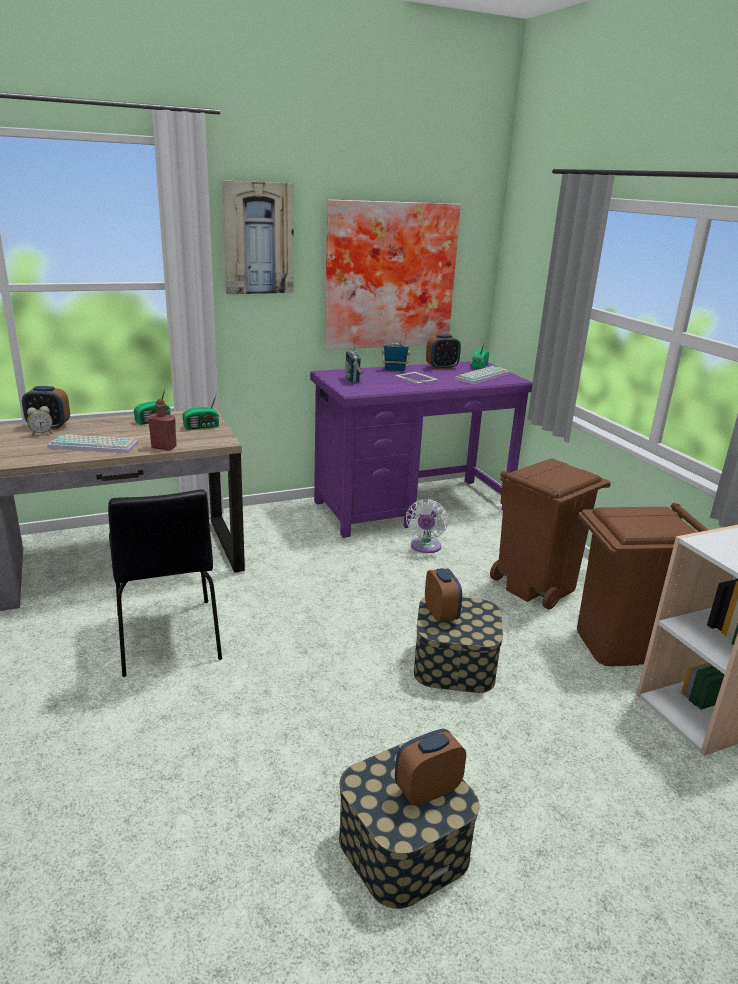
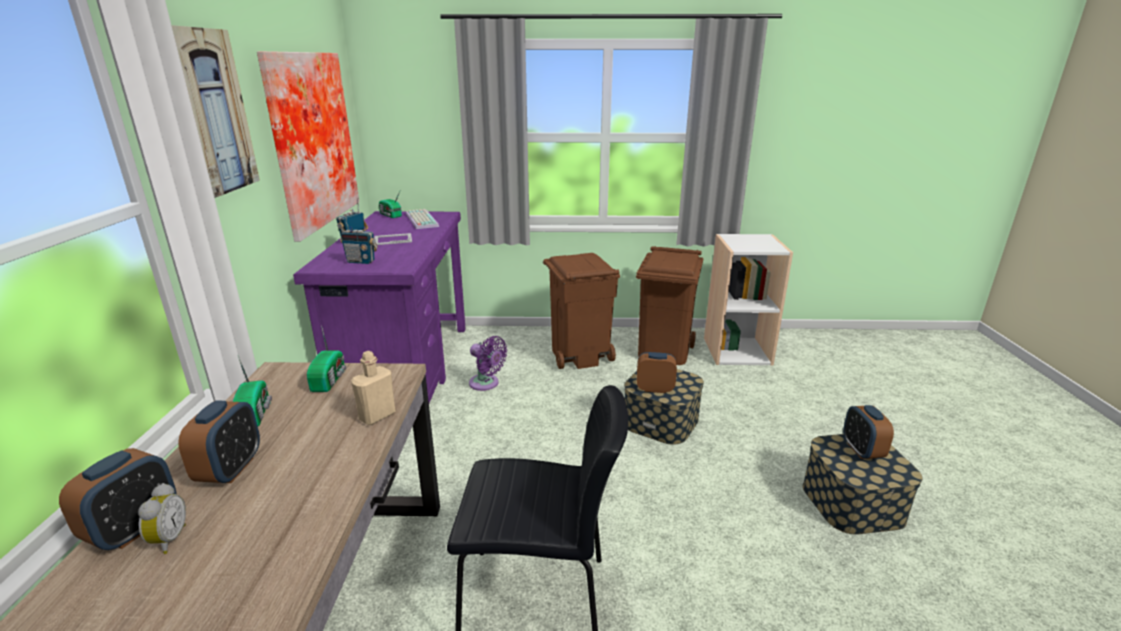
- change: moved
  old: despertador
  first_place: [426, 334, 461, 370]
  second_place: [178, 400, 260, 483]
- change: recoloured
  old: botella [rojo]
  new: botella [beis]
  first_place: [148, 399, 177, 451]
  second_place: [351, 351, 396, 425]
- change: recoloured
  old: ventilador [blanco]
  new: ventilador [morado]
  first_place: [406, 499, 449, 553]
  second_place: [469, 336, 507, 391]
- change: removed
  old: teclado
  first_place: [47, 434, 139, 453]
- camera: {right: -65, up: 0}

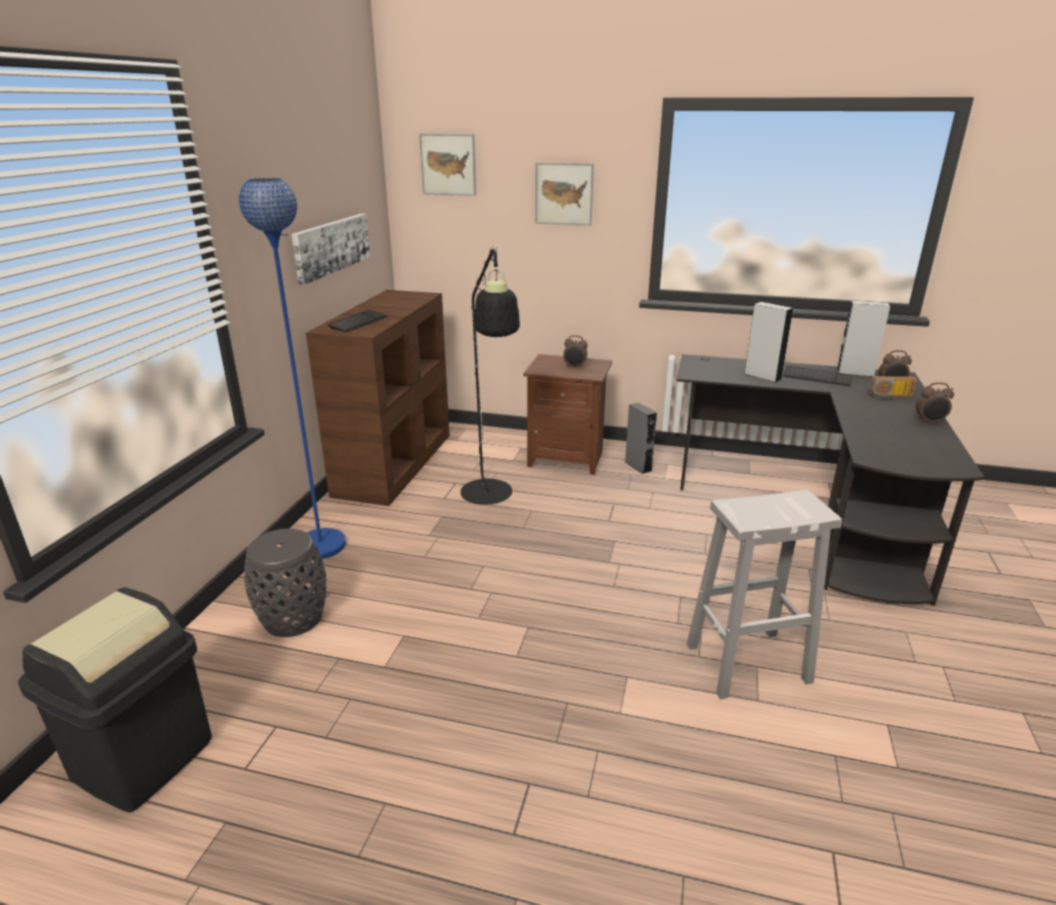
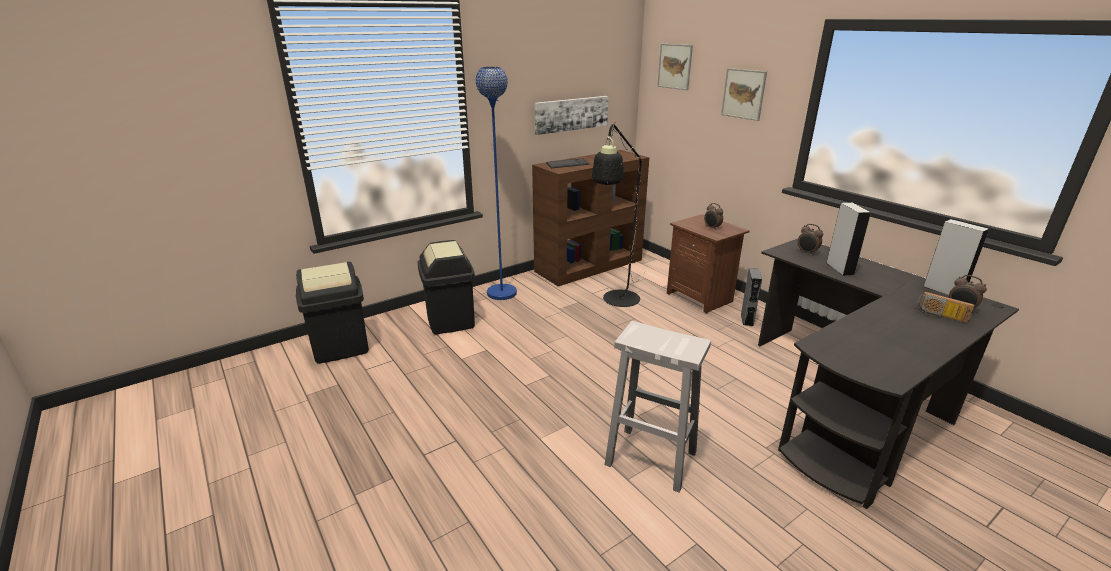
- change: replaced
  old: taburete [gris]
  new: papelera [negro]
  first_place: [244, 529, 326, 637]
  second_place: [417, 240, 475, 334]
- change: moved
  old: despertador
  first_place: [916, 382, 954, 424]
  second_place: [797, 224, 823, 255]
- change: removed
  old: teclado
  first_place: [783, 366, 853, 386]
- camera: {right: 40, up: 0}

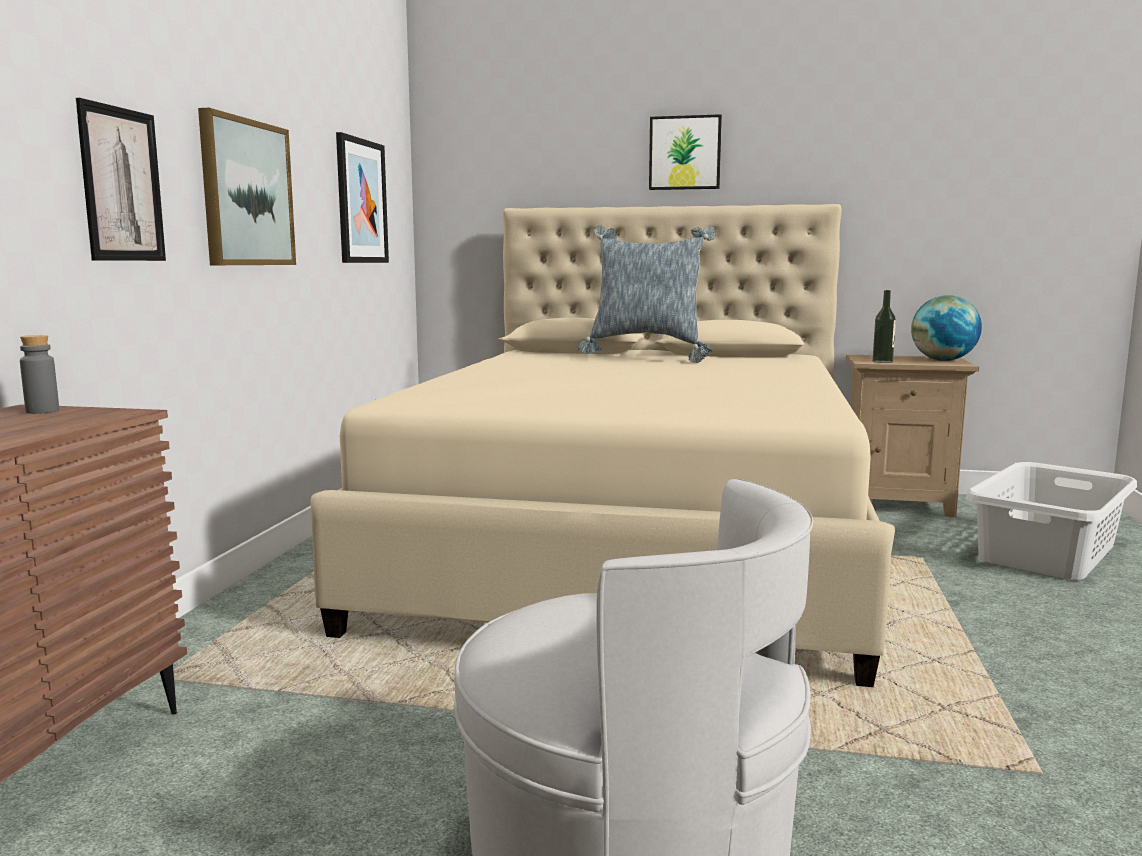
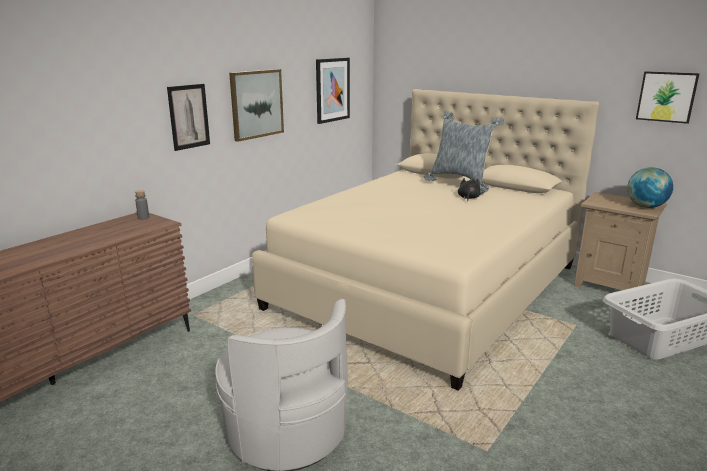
- change: added
  new: peluche [negro]
  second_place: [458, 178, 480, 202]
- change: moved
  old: cuadro
  first_place: [649, 114, 722, 190]
  second_place: [636, 71, 700, 124]
- change: removed
  old: botella
  first_place: [873, 290, 896, 363]
- camera: {right: 25, up: 10}

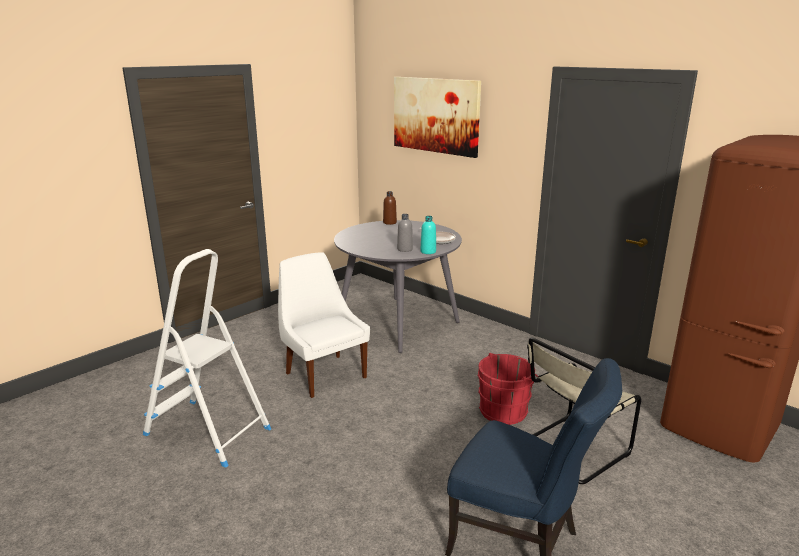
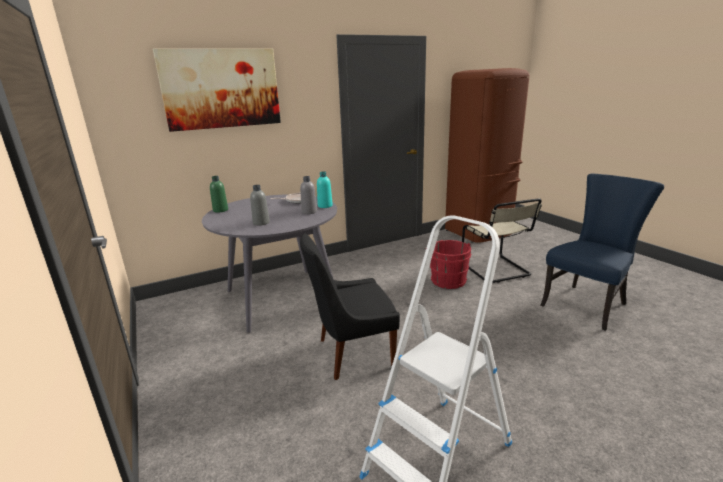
- change: recoloured
  old: botella [marrón]
  new: botella [verde]
  first_place: [383, 191, 397, 225]
  second_place: [210, 176, 228, 213]
- change: added
  new: botella [gris]
  second_place: [250, 185, 270, 225]
- change: recoloured
  old: silla [blanco]
  new: silla [negro]
  first_place: [278, 252, 370, 398]
  second_place: [300, 233, 400, 380]
- camera: {right: -70, up: 0}

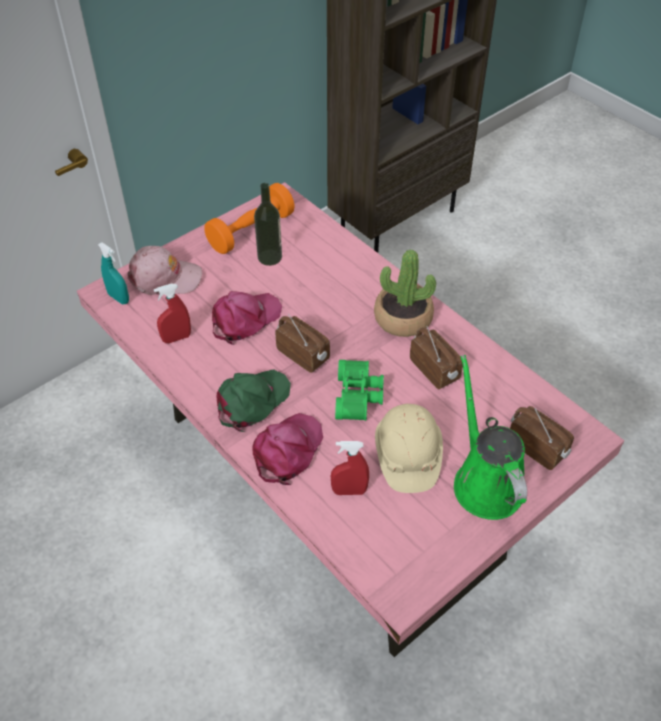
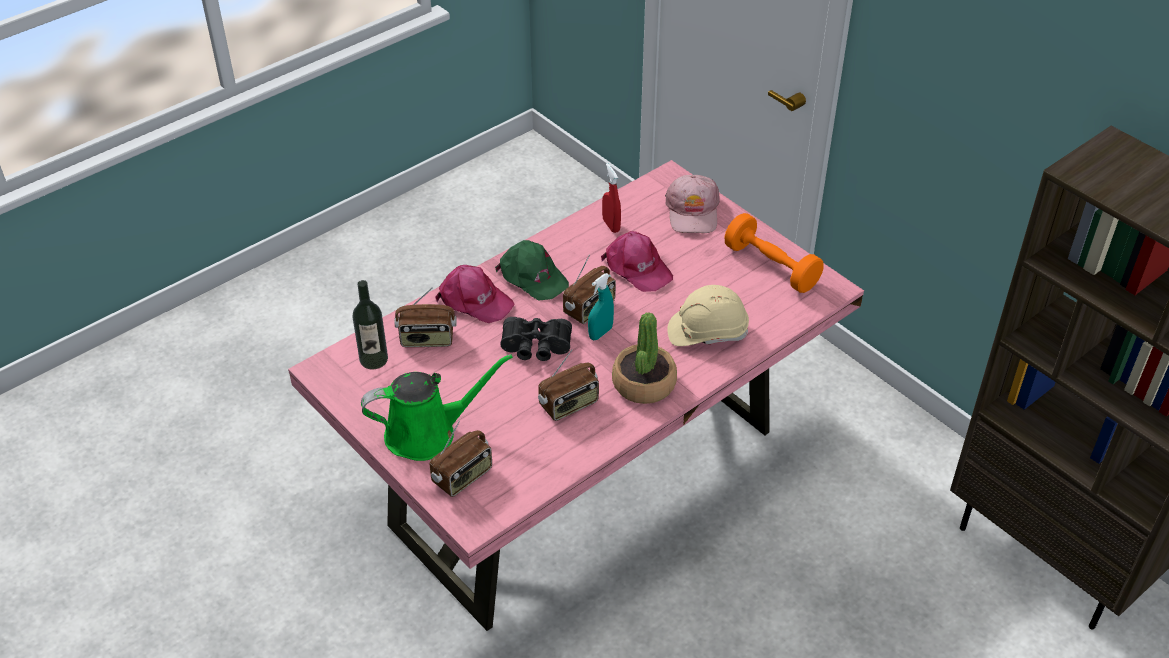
- change: moved
  old: botella
  first_place: [254, 183, 282, 266]
  second_place: [353, 280, 388, 370]
- change: replaced
  old: pulverizador [rojo]
  new: radio
  first_place: [331, 441, 369, 495]
  second_place: [394, 287, 457, 347]
- change: recoloured
  old: prismáticos [verde]
  new: prismáticos [negro]
  first_place: [335, 360, 384, 421]
  second_place: [500, 317, 572, 361]
- change: moved
  old: pulverizador [turquesa]
  first_place: [98, 242, 129, 304]
  second_place: [588, 273, 614, 340]
- change: moved
  old: casco [beis]
  first_place: [375, 404, 443, 493]
  second_place: [667, 285, 749, 346]
- camera: {right: 90, up: -5}

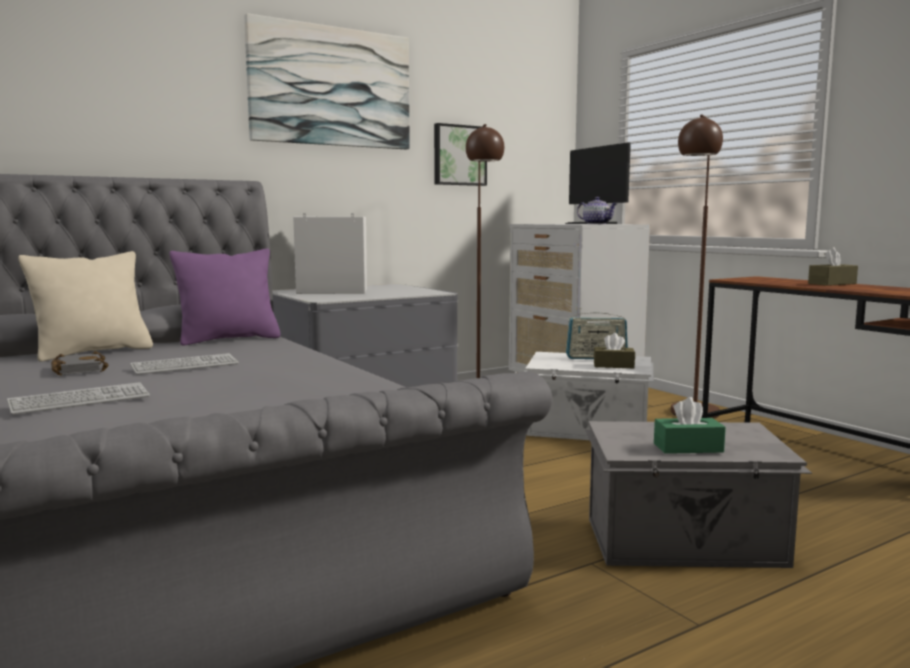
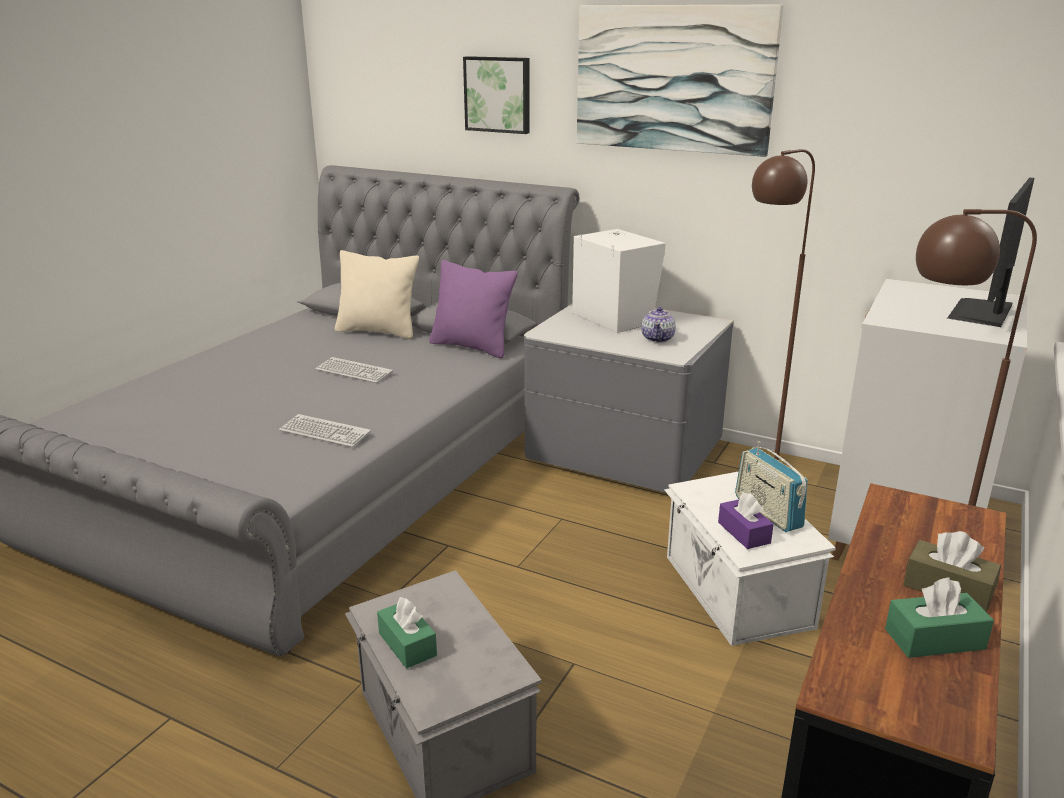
- change: moved
  old: teclado
  first_place: [7, 382, 150, 415]
  second_place: [279, 414, 371, 447]
- change: moved
  old: cuadro
  first_place: [434, 123, 487, 186]
  second_place: [463, 56, 530, 134]
- change: moved
  old: tetera
  first_place: [577, 197, 618, 224]
  second_place: [641, 307, 676, 343]
- change: recoloured
  old: caja de pañuelos [marrón]
  new: caja de pañuelos [morado]
  first_place: [594, 333, 635, 368]
  second_place: [718, 492, 774, 549]
- change: added
  new: caja de pañuelos [verde]
  second_place: [885, 577, 994, 658]
- change: removed
  old: libro [gris]
  first_place: [51, 351, 108, 376]
- camera: {right: 60, up: 15}

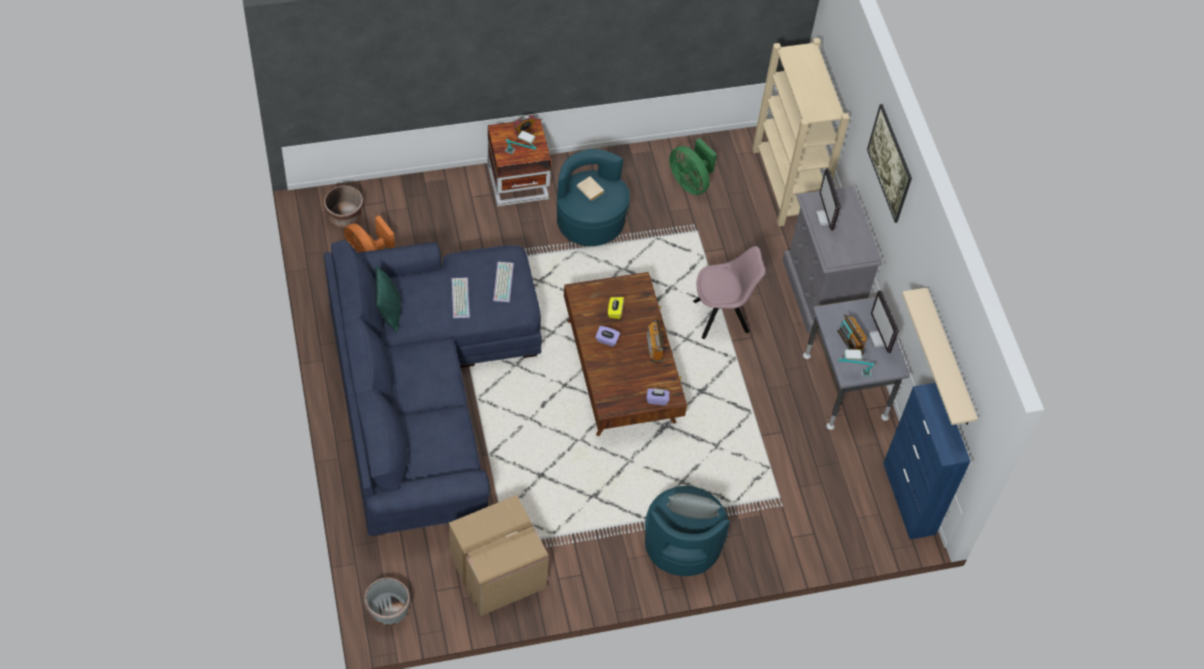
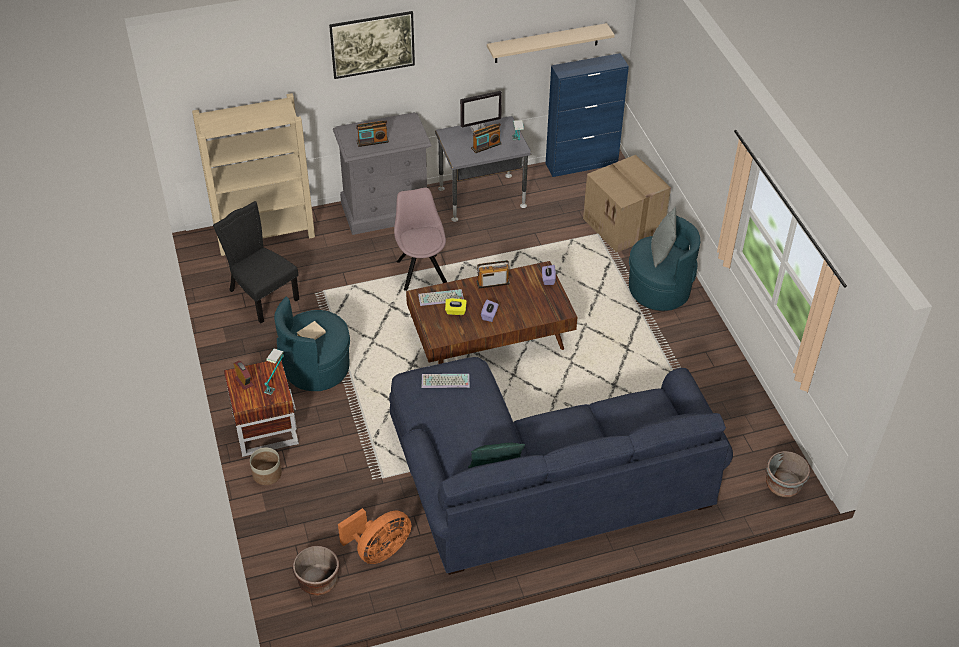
- change: replaced
  old: ventilador [verde]
  new: silla [negro]
  first_place: [669, 138, 717, 195]
  second_place: [213, 201, 299, 324]
- change: added
  new: maceta
  second_place: [250, 448, 282, 485]
- change: replaced
  old: monitor
  new: radio
  first_place: [816, 168, 841, 231]
  second_place: [356, 121, 389, 147]
- change: moved
  old: teclado
  first_place: [451, 278, 470, 318]
  second_place: [418, 289, 464, 306]
- change: moved
  old: caja de cartón
  first_place: [449, 495, 549, 616]
  second_place: [583, 155, 671, 253]
- camera: {right: -90, up: -10}

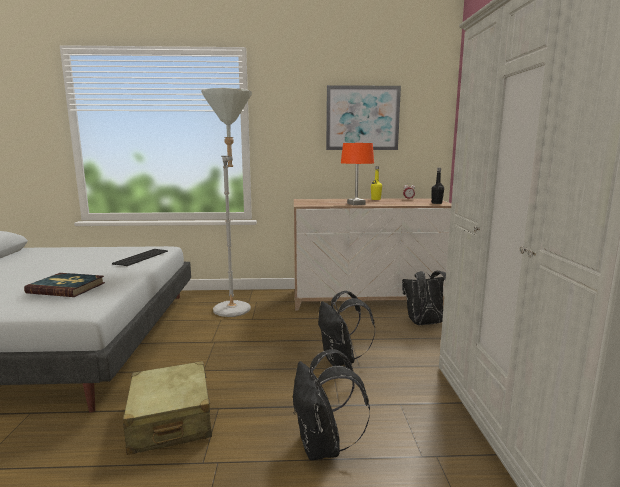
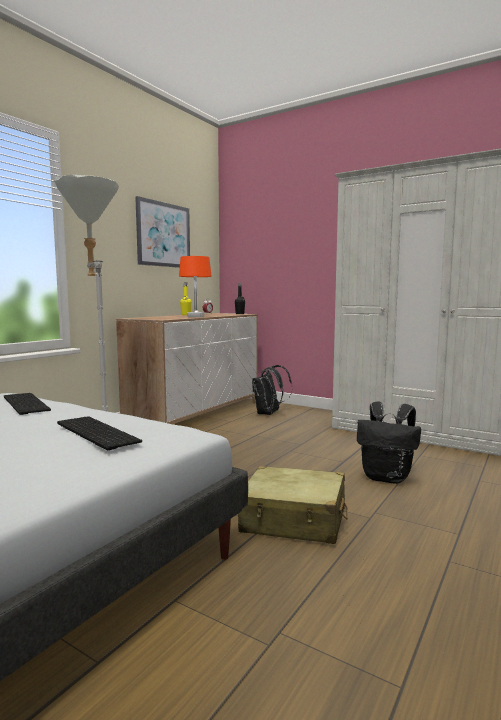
- change: replaced
  old: libro
  new: teclado
  first_place: [24, 273, 105, 297]
  second_place: [57, 416, 142, 450]
- change: removed
  old: mochila [negro]
  first_place: [318, 291, 375, 366]
- camera: {right: -55, up: -5}

